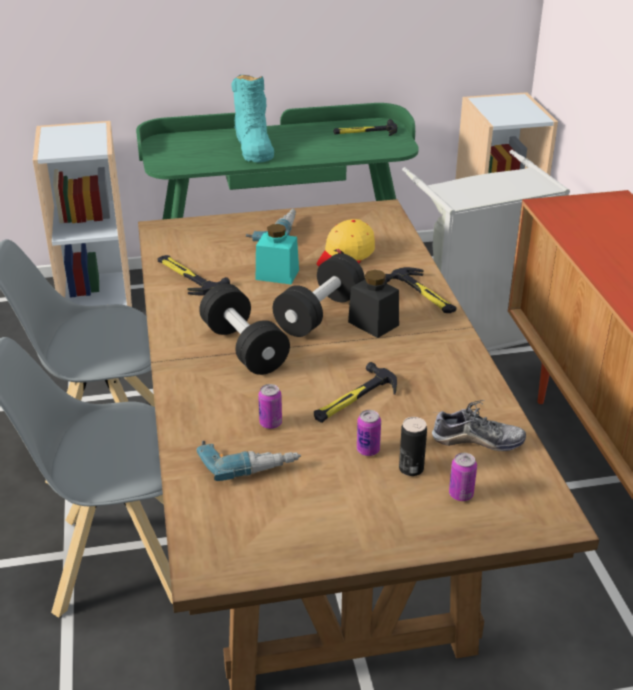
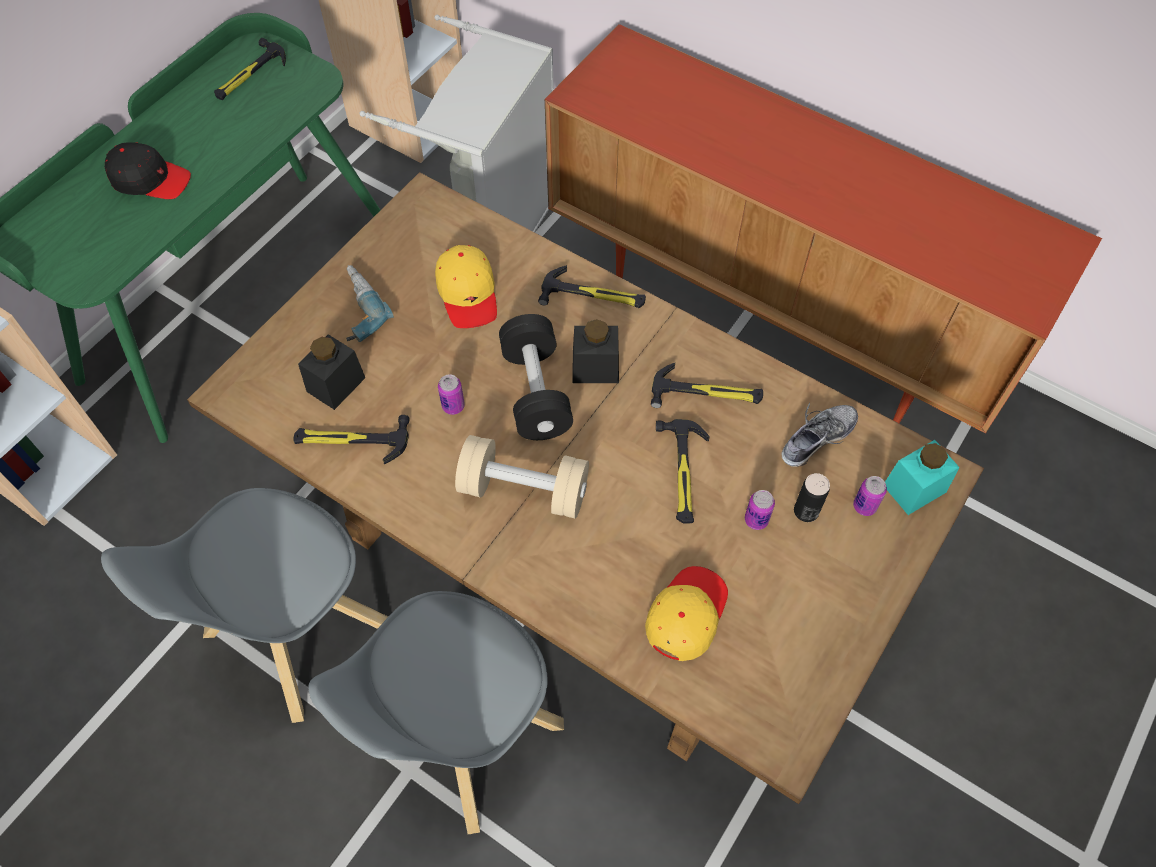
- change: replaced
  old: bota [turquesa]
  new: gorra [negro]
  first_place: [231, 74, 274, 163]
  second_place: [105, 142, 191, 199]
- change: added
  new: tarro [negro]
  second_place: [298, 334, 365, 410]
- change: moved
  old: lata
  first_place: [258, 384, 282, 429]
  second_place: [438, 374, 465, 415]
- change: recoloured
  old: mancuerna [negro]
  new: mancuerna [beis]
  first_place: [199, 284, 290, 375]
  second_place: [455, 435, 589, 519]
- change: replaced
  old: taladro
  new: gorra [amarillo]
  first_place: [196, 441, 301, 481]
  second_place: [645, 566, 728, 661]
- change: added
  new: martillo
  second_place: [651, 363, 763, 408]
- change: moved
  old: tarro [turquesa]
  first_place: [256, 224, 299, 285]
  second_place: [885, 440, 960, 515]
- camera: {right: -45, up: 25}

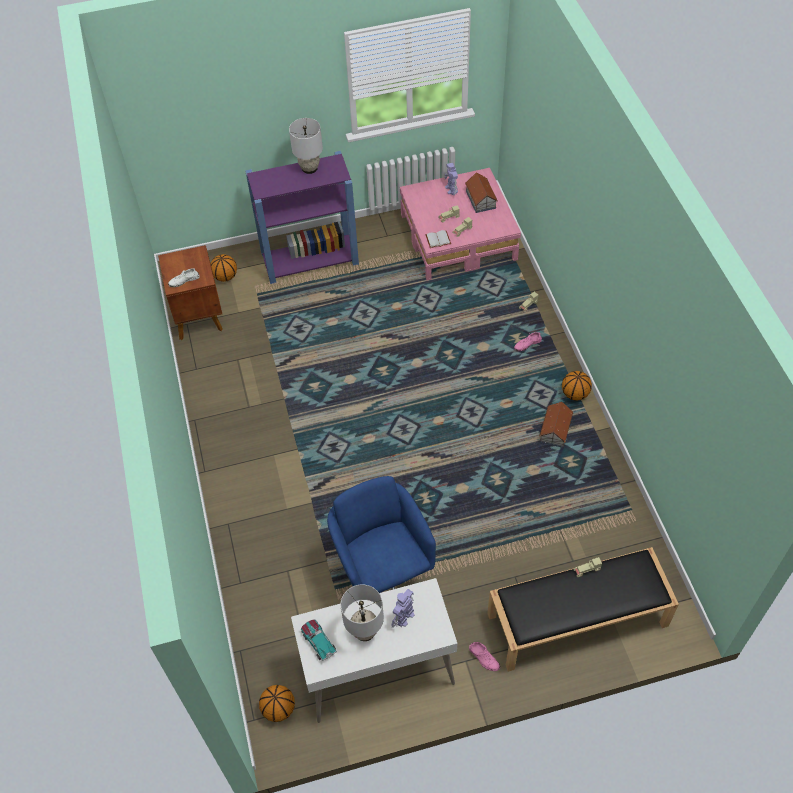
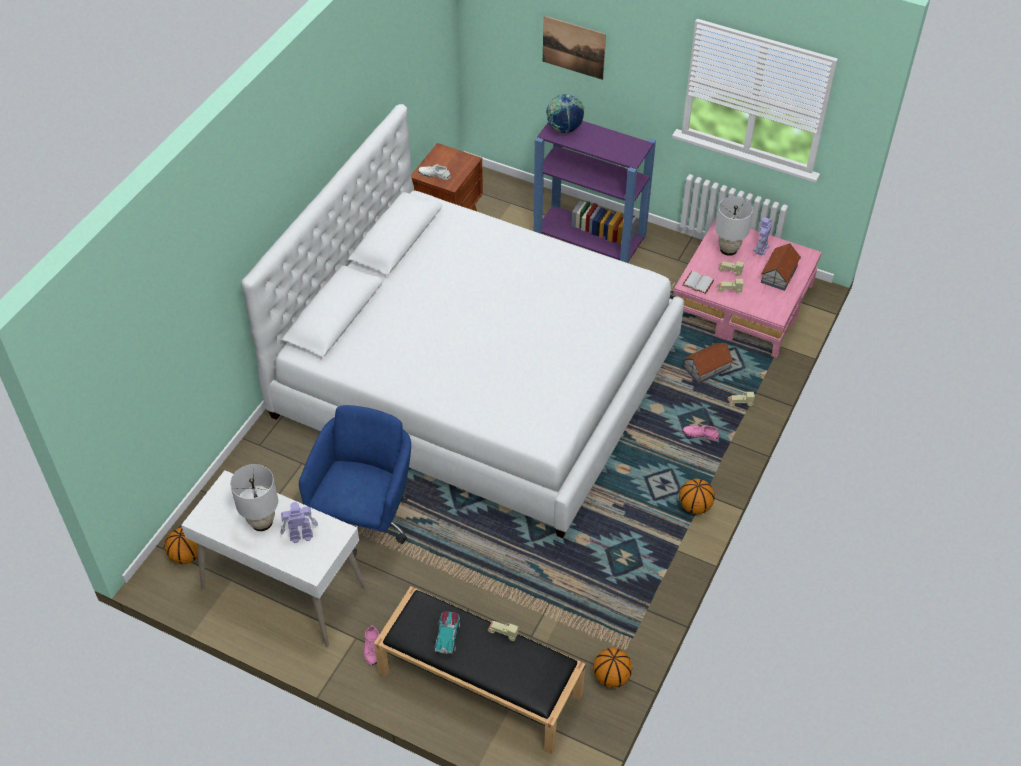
- change: added
  new: cama [blanco]
  second_place: [241, 104, 684, 538]
- change: moved
  old: coche de juguete
  first_place: [301, 619, 337, 661]
  second_place: [434, 612, 460, 654]
- change: added
  new: cuadro
  second_place: [543, 16, 606, 80]
- change: added
  new: globo terráqueo
  second_place: [546, 94, 584, 134]
- change: moved
  old: balón de baloncesto
  first_place: [210, 254, 237, 282]
  second_place: [593, 648, 632, 688]
- change: moved
  old: casita
  first_place: [539, 402, 573, 448]
  second_place: [683, 343, 733, 384]
- change: moved
  old: lámpara de mesa [blanco]
  first_place: [289, 118, 323, 174]
  second_place: [715, 197, 753, 256]
- camera: {right: 40, up: -5}

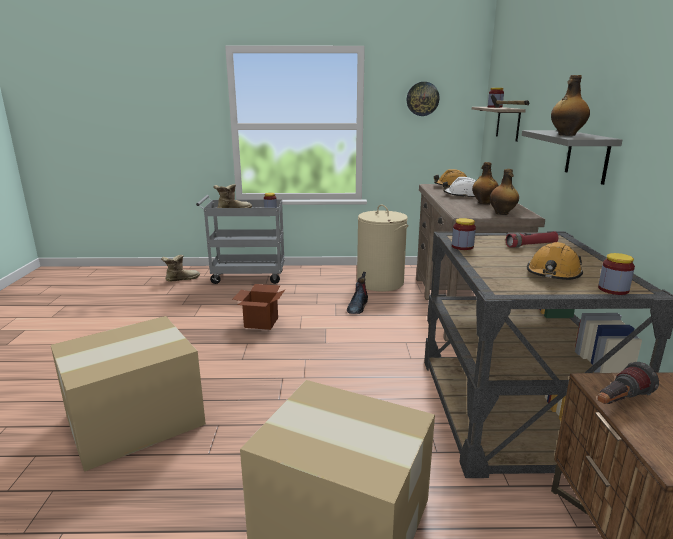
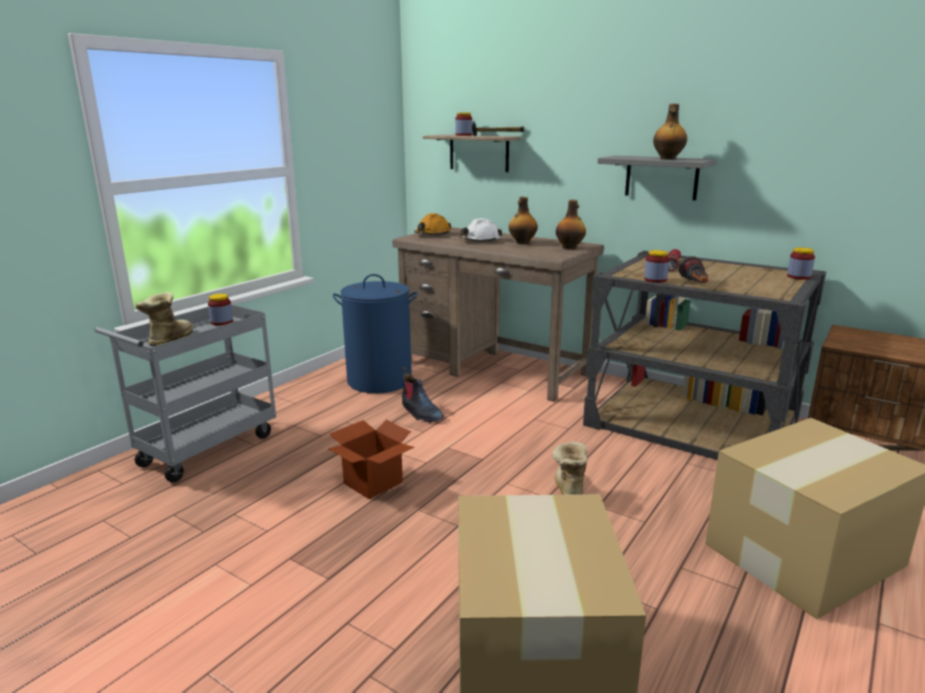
- change: recoloured
  old: cesto de la ropa [beis]
  new: cesto de la ropa [azul]
  first_place: [357, 204, 408, 292]
  second_place: [333, 274, 418, 393]
- change: moved
  old: bota
  first_place: [161, 255, 200, 282]
  second_place: [552, 442, 588, 495]
- change: moved
  old: linterna
  first_place: [597, 362, 659, 404]
  second_place: [679, 256, 708, 283]
- change: removed
  old: reloj de pared
  first_place: [407, 82, 440, 116]
- change: removed
  old: casco [naranja]
  first_place: [527, 242, 583, 280]
- camera: {right: -55, up: 0}

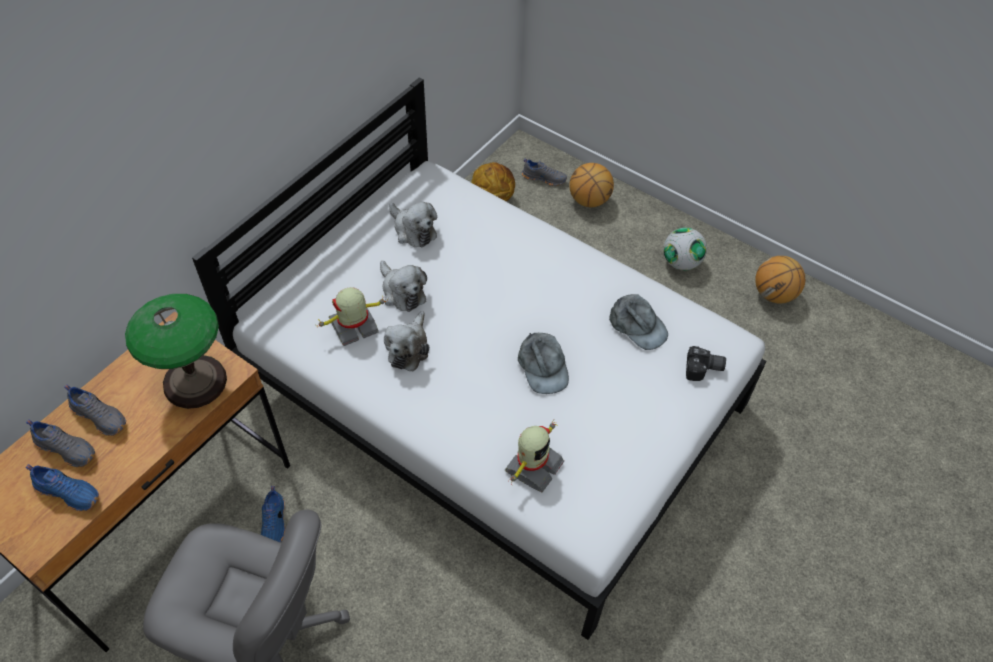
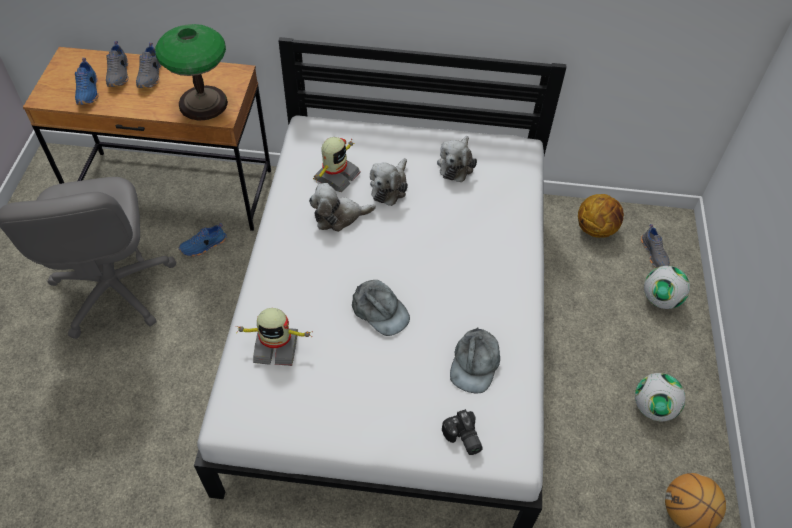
- change: turned
  old: robot de juguete
  first_place: [316, 287, 388, 346]
  second_place: [313, 137, 361, 192]
  degrees: 90
- change: turned
  old: gorra [gris]
  first_place: [518, 333, 569, 394]
  second_place: [352, 280, 410, 336]
  degrees: -90
- change: replaced
  old: balón de baloncesto
  new: balón de fútbol
  first_place: [569, 163, 614, 207]
  second_place: [644, 266, 690, 309]
- camera: {right: 60, up: 0}

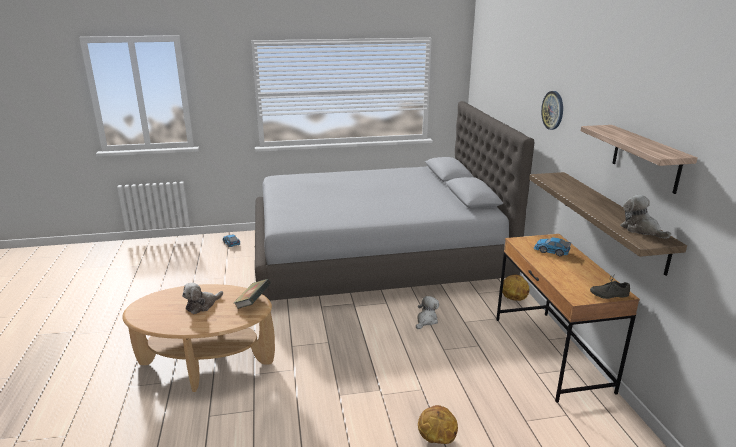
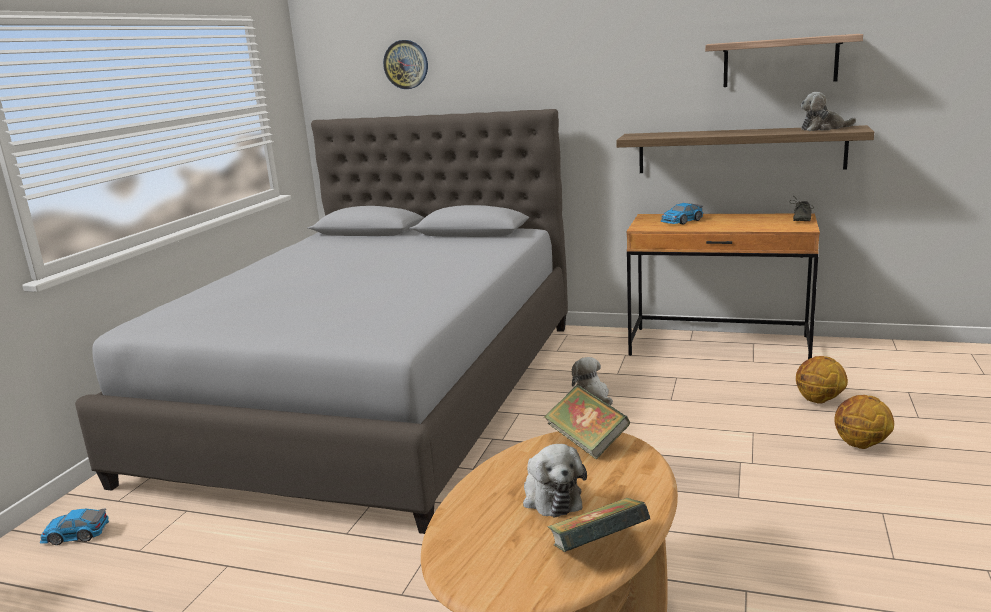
- change: moved
  old: reloj de pared
  first_place: [541, 91, 563, 130]
  second_place: [383, 40, 428, 89]
- change: added
  new: libro
  second_place: [547, 498, 650, 552]
- change: moved
  old: balón de baloncesto
  first_place: [502, 274, 529, 301]
  second_place: [796, 356, 848, 404]
- camera: {right: -60, up: -5}

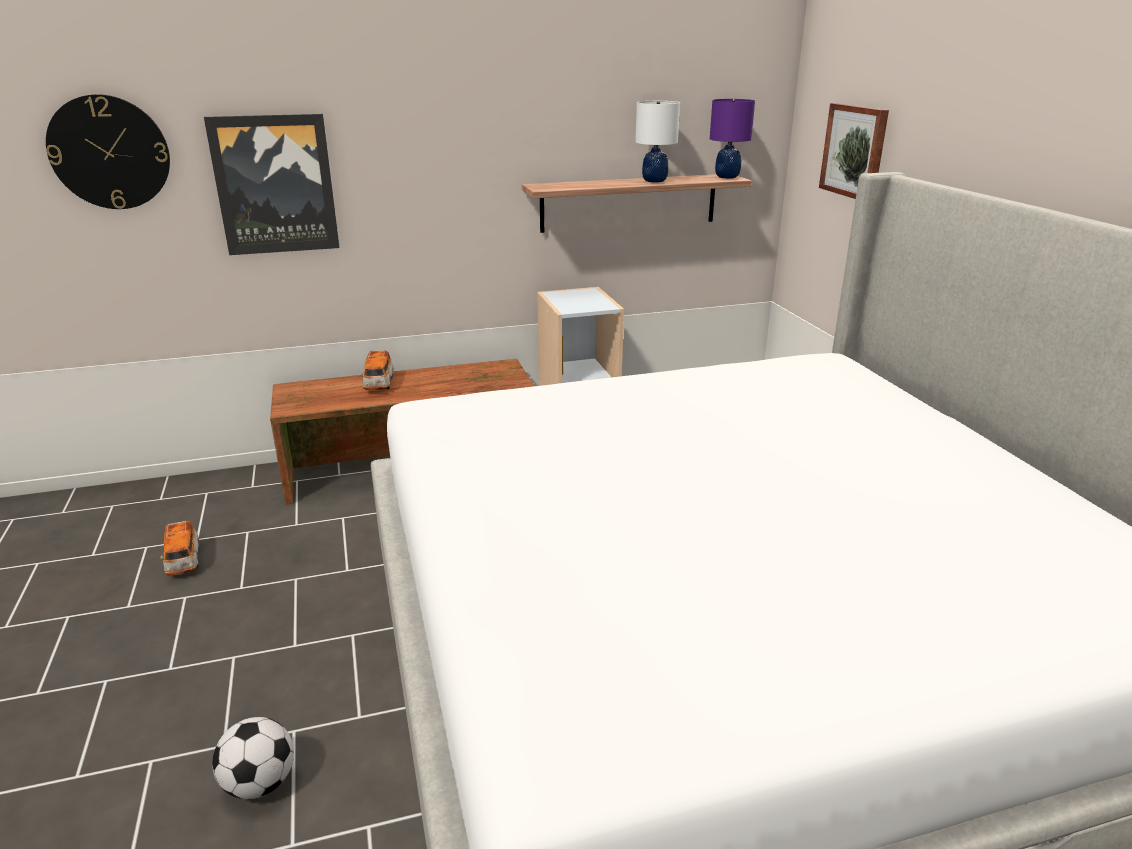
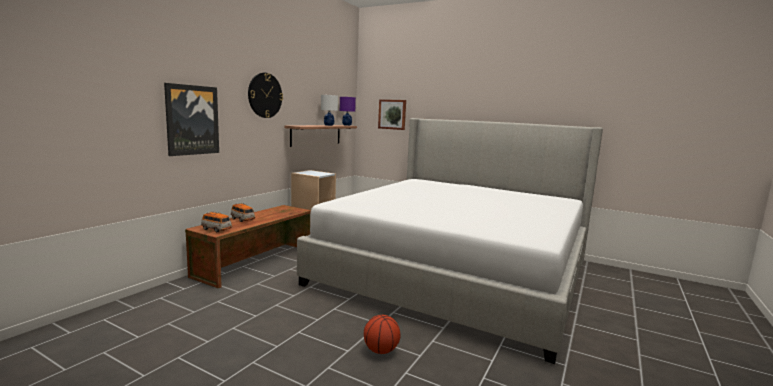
- change: moved
  old: coche de juguete
  first_place: [160, 520, 199, 575]
  second_place: [201, 211, 232, 232]
- change: moved
  old: reloj de pared
  first_place: [46, 94, 170, 209]
  second_place: [248, 73, 283, 118]
- change: replaced
  old: balón de fútbol
  new: balón de baloncesto
  first_place: [212, 717, 294, 799]
  second_place: [364, 315, 401, 354]
- camera: {right: -45, up: -15}

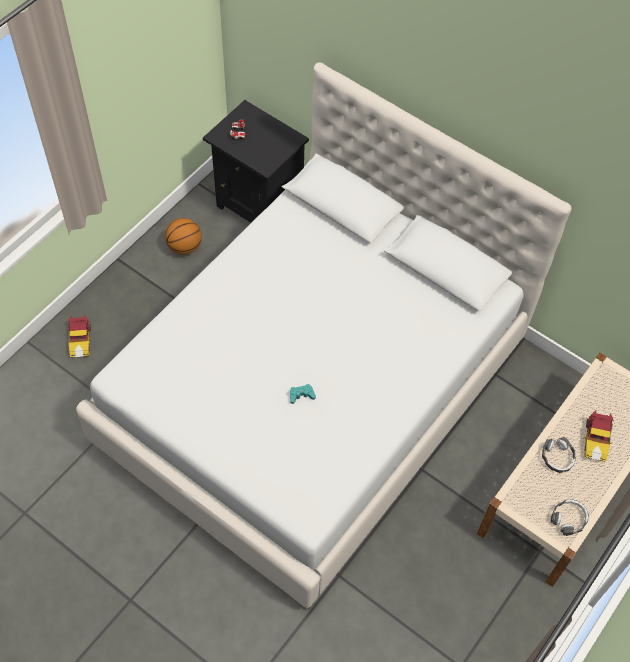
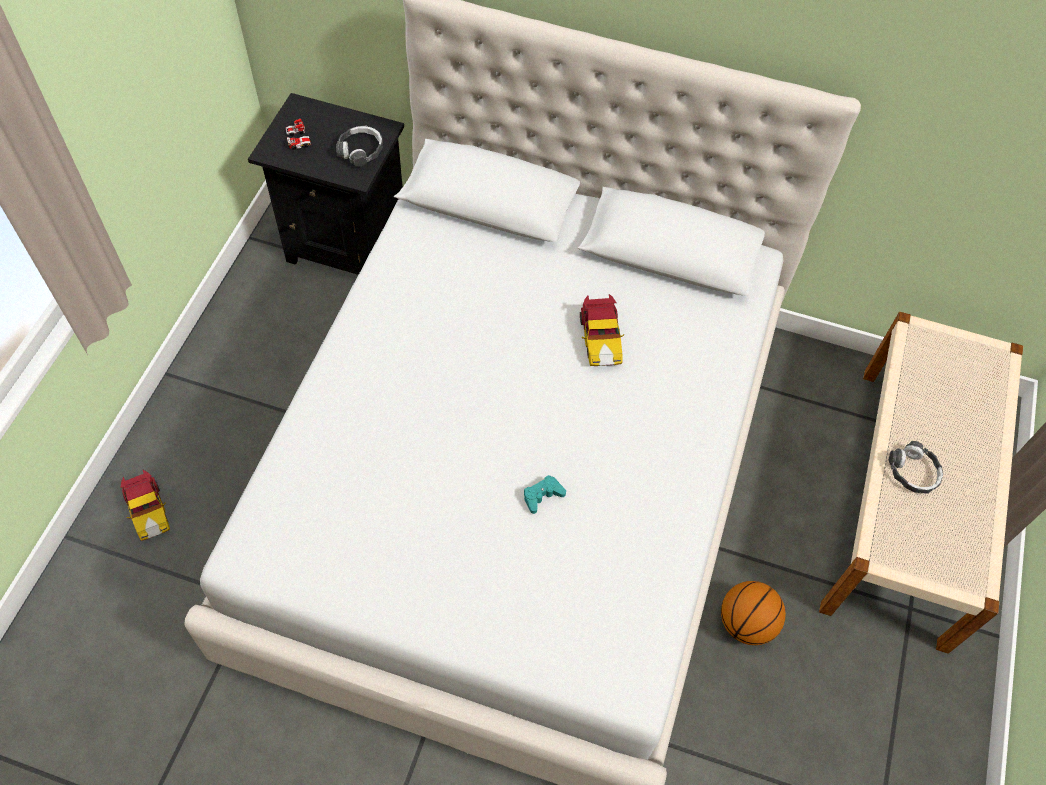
- change: moved
  old: auriculares
  first_place: [551, 499, 589, 536]
  second_place: [336, 126, 383, 167]
- change: moved
  old: coche de juguete
  first_place: [584, 411, 614, 461]
  second_place: [580, 294, 625, 366]
- change: moved
  old: balón de baloncesto
  first_place: [165, 218, 202, 255]
  second_place: [721, 581, 786, 645]
- camera: {right: -20, up: 0}

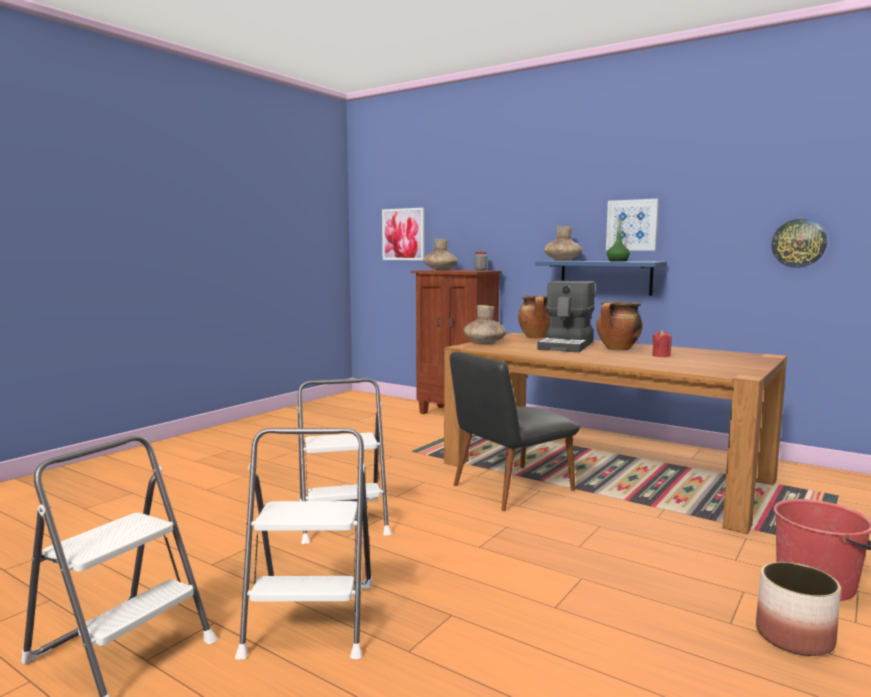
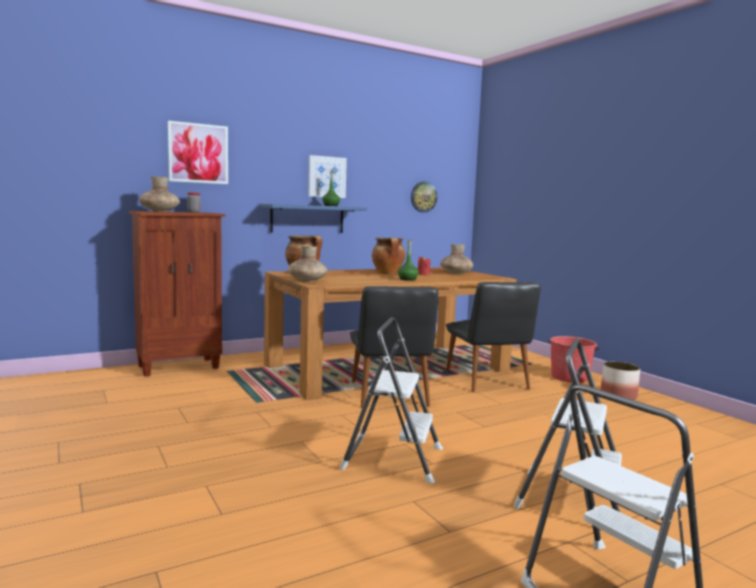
- change: moved
  old: cuadro
  first_place: [382, 208, 424, 260]
  second_place: [168, 121, 228, 184]
- change: added
  new: botella [verde]
  second_place: [398, 240, 419, 281]
- change: moved
  old: florero [marrón]
  first_place: [544, 226, 582, 261]
  second_place: [440, 244, 473, 274]
- change: added
  new: silla [negro]
  second_place: [446, 282, 541, 392]
- change: removed
  old: cafetera
  first_place: [537, 281, 595, 352]
- camera: {right: -65, up: 0}

